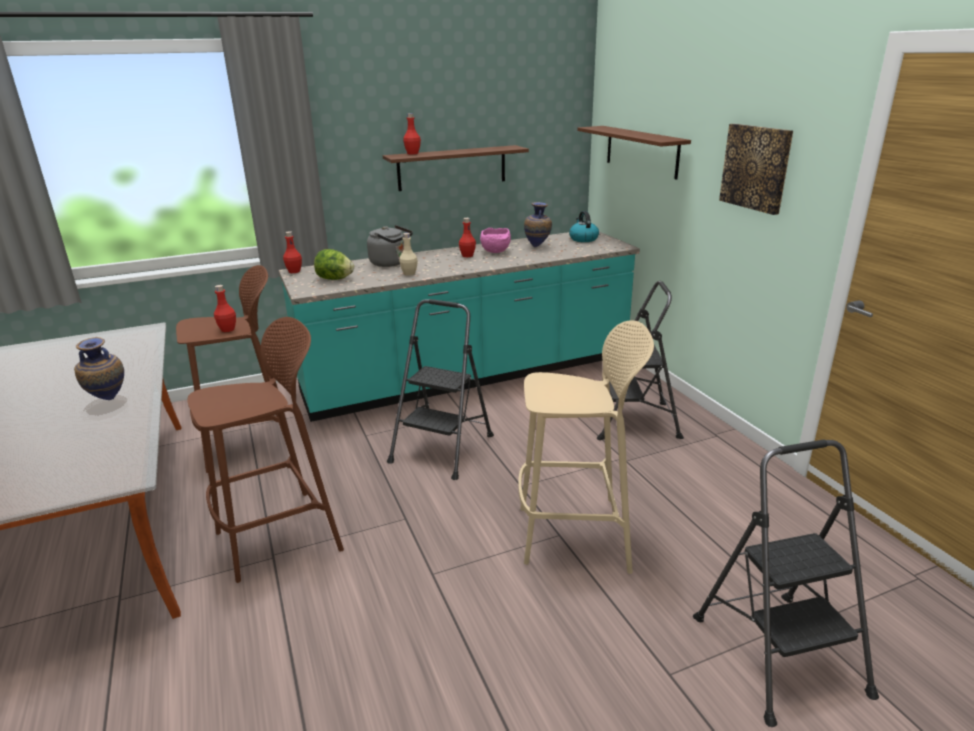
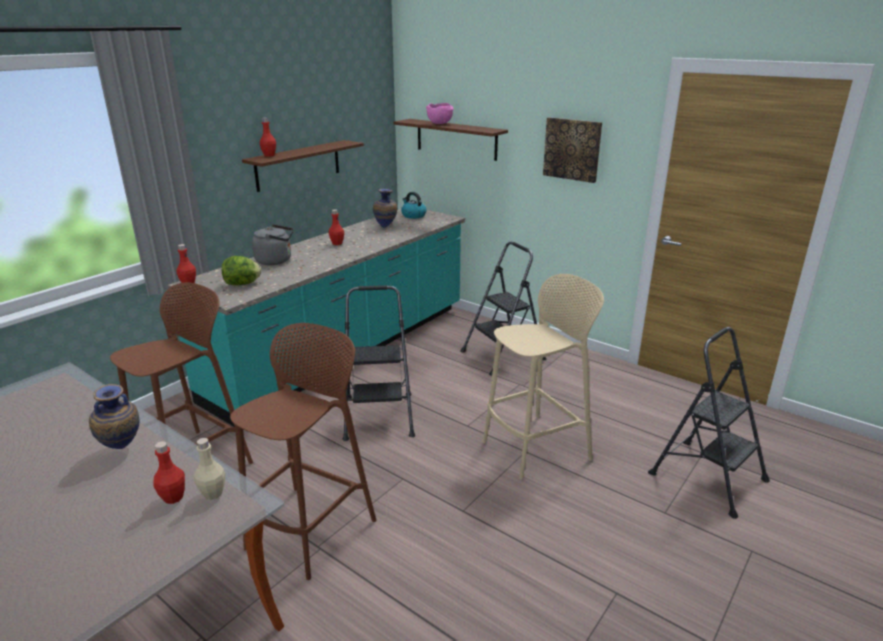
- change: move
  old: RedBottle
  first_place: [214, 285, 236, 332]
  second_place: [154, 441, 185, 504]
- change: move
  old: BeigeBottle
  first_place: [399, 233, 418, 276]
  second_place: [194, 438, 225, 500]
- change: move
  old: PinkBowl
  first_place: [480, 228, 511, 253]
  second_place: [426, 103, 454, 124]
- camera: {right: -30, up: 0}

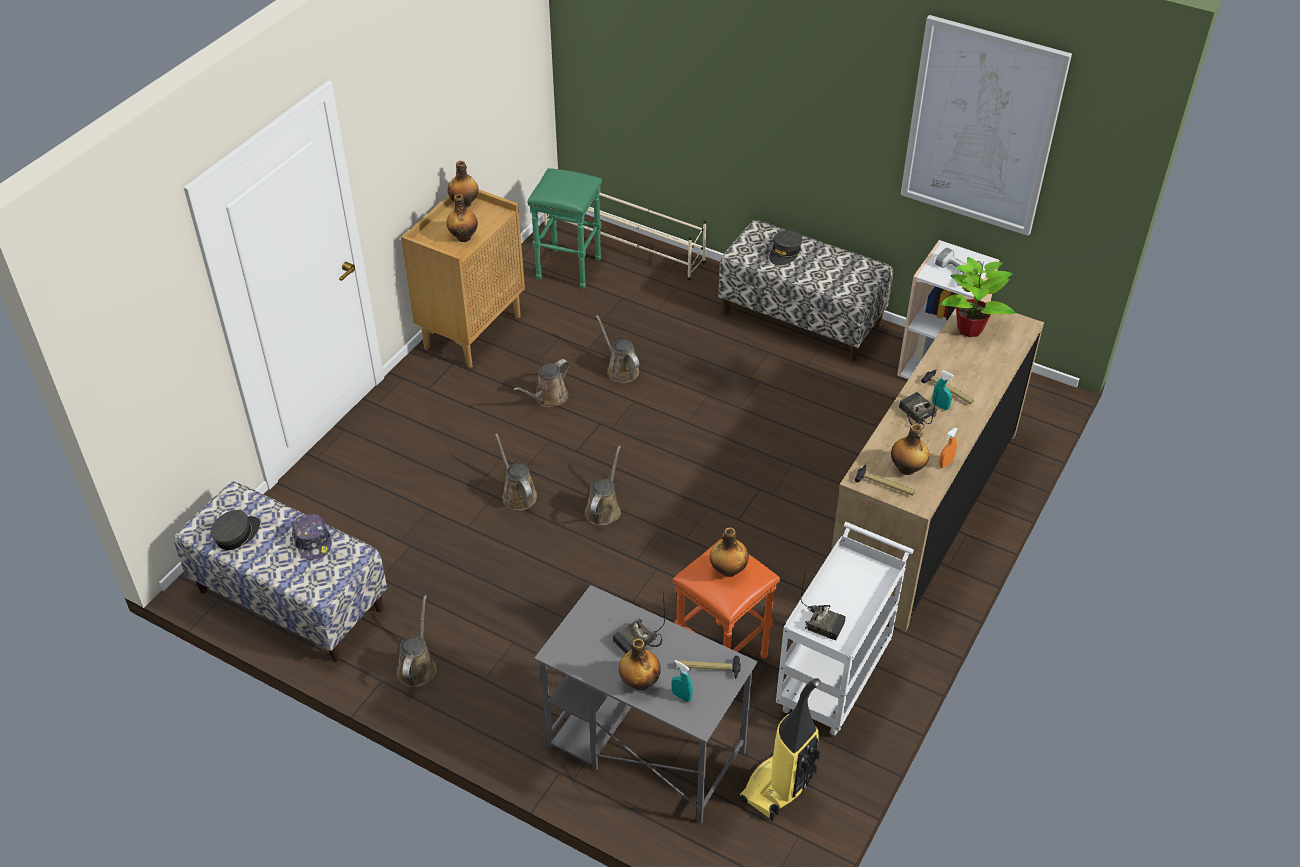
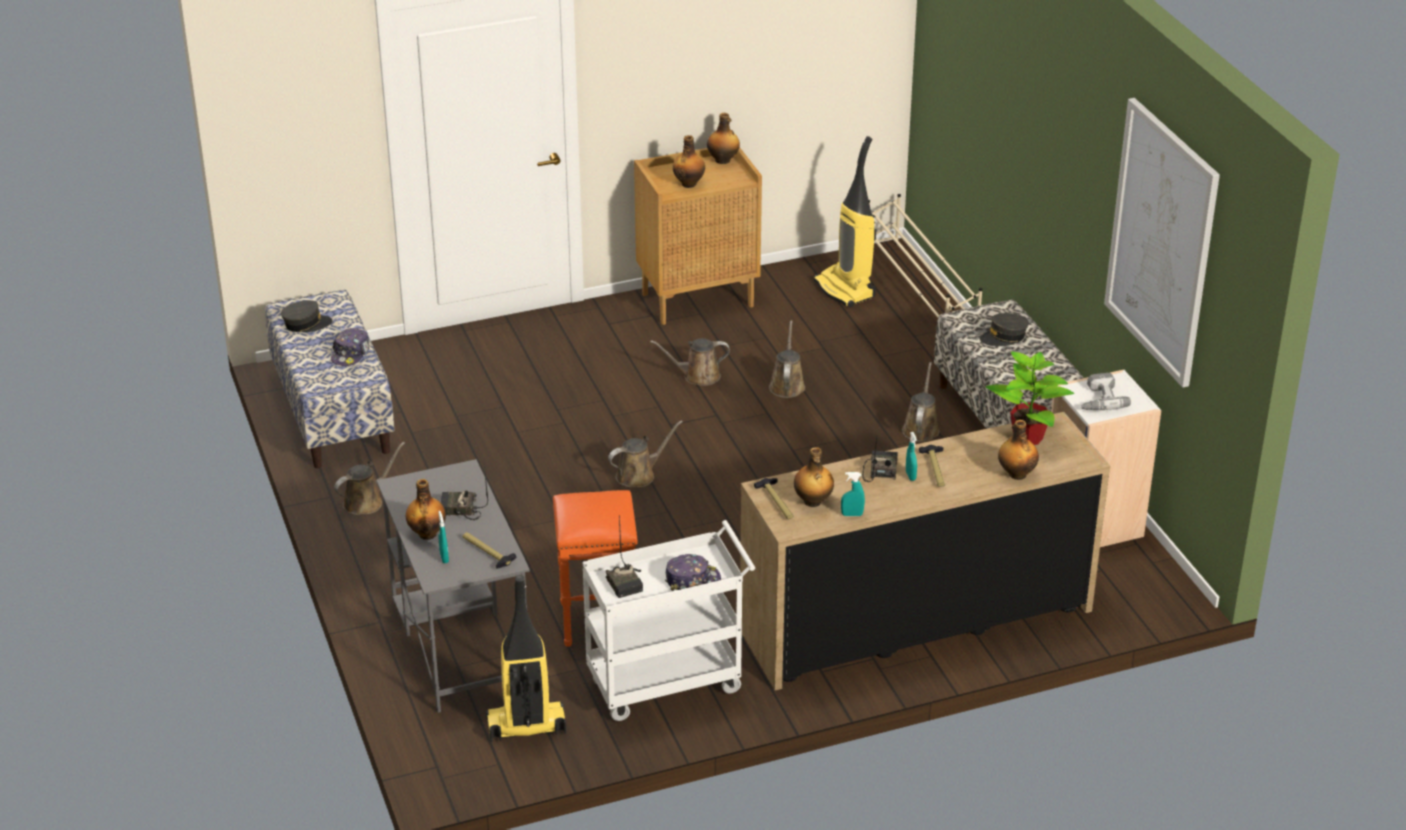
- change: move
  old: BrownWateringCan
  first_place: [495, 433, 537, 510]
  second_place: [902, 362, 939, 442]
- change: replace
  old: GreenStool
  new: VacuumCleaner
  first_place: [528, 168, 602, 289]
  second_place: [814, 136, 876, 308]
- change: move
  old: Bottle
  first_place: [710, 527, 749, 577]
  second_place: [998, 420, 1039, 480]
- change: recolor
  old: OrangeSprayBottle
  new: TurquoiseSprayBottle
  first_place: [939, 428, 958, 468]
  second_place: [841, 472, 865, 516]
- change: insert
  new: Cap
  second_place: [665, 554, 721, 591]
- camera: {right: 40, up: -10}

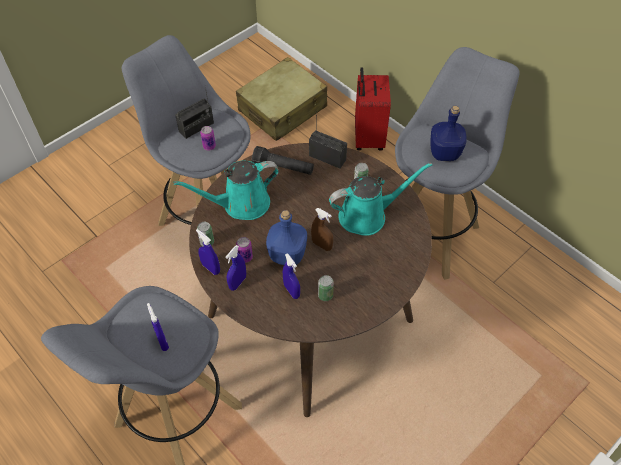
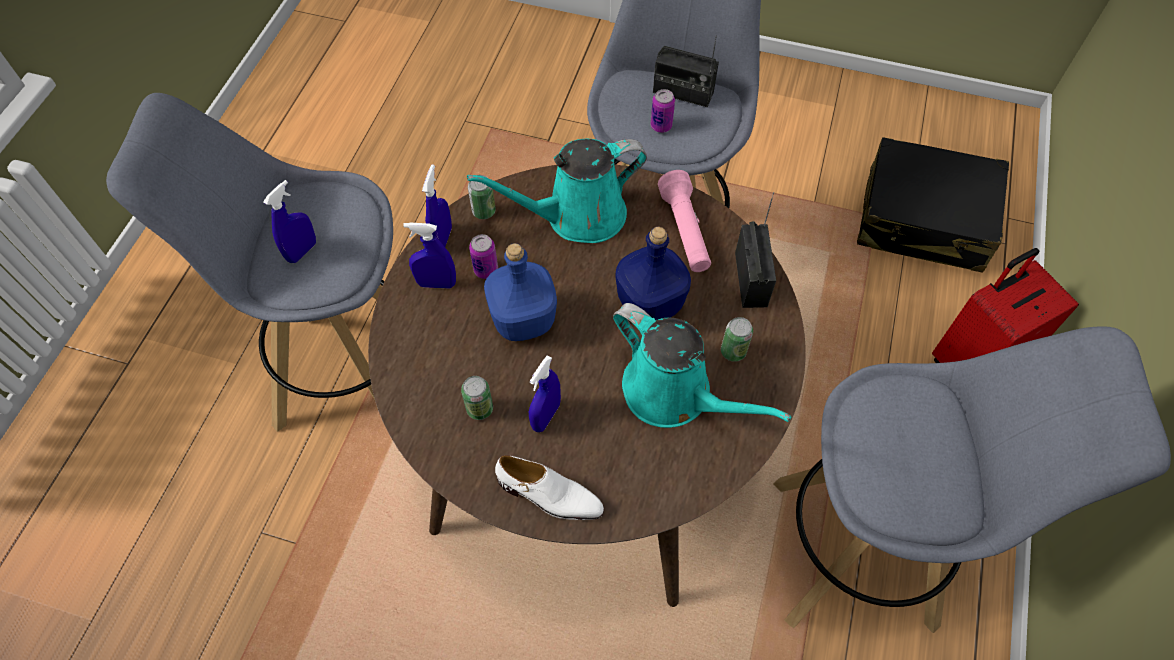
- change: rotate
  old: TurquoiseWateringCan
  first_place: [173, 161, 279, 220]
  second_place: [467, 139, 647, 243]
  degrees: -60
- change: recolor
  old: BeigeSuitcase
  new: BlackSuitcase
  first_place: [236, 57, 327, 141]
  second_place: [857, 137, 1009, 273]
- change: recolor
  old: BlackFlashlight
  new: PinkFlashlight
  first_place: [252, 146, 314, 175]
  second_place: [658, 170, 711, 272]
- change: move
  old: BlueSprayBottle
  first_place: [283, 253, 300, 299]
  second_place: [529, 355, 561, 432]
- change: delete
  old: BrownSprayBottle
  first_place: [311, 208, 333, 251]
- change: move
  old: BlueBottle
  first_place: [430, 106, 467, 161]
  second_place: [615, 227, 691, 320]
- change: insert
  new: WhiteShoe
  second_place: [495, 455, 604, 520]
- camera: {right: 60, up: 5}

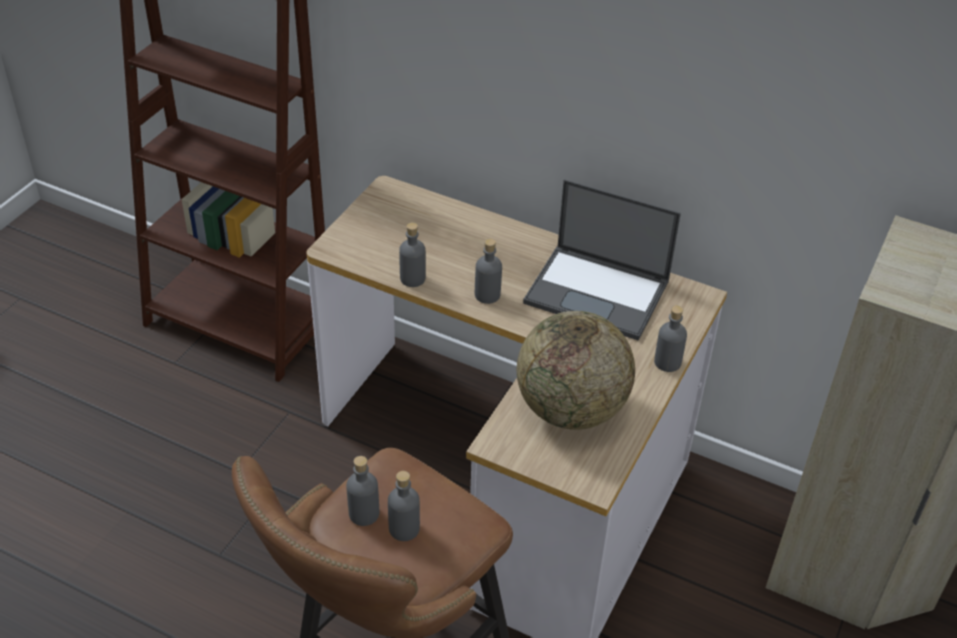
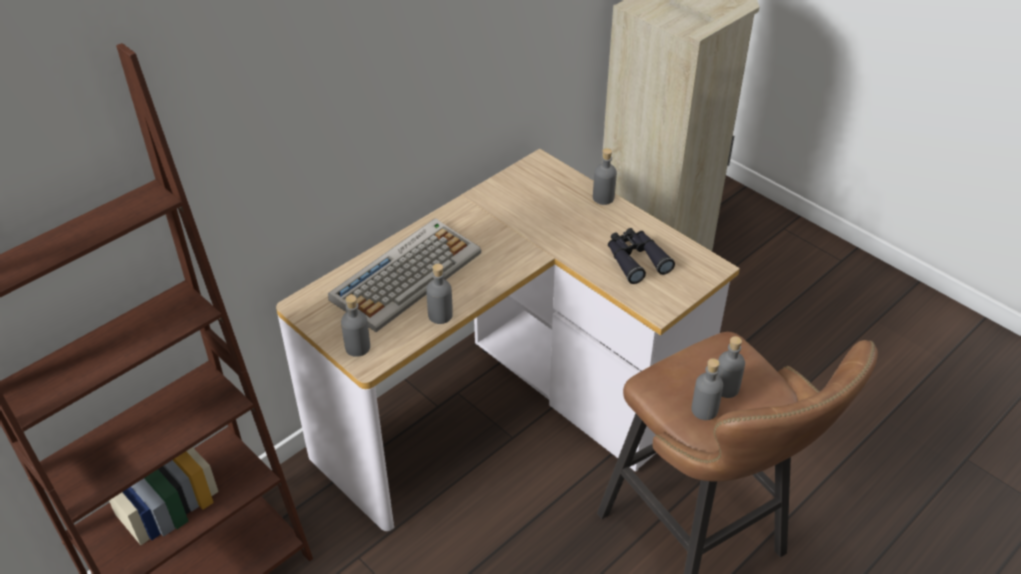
- change: move
  old: GreyBottle
  first_place: [475, 238, 502, 304]
  second_place: [341, 295, 370, 357]
- change: replace
  old: Globe
  new: BlackBinoculars
  first_place: [517, 311, 635, 430]
  second_place: [608, 228, 675, 284]
- change: delete
  old: Laptop
  first_place: [523, 179, 681, 341]
- change: insert
  new: Keyboard
  second_place: [328, 218, 481, 332]
- camera: {right: -70, up: 0}

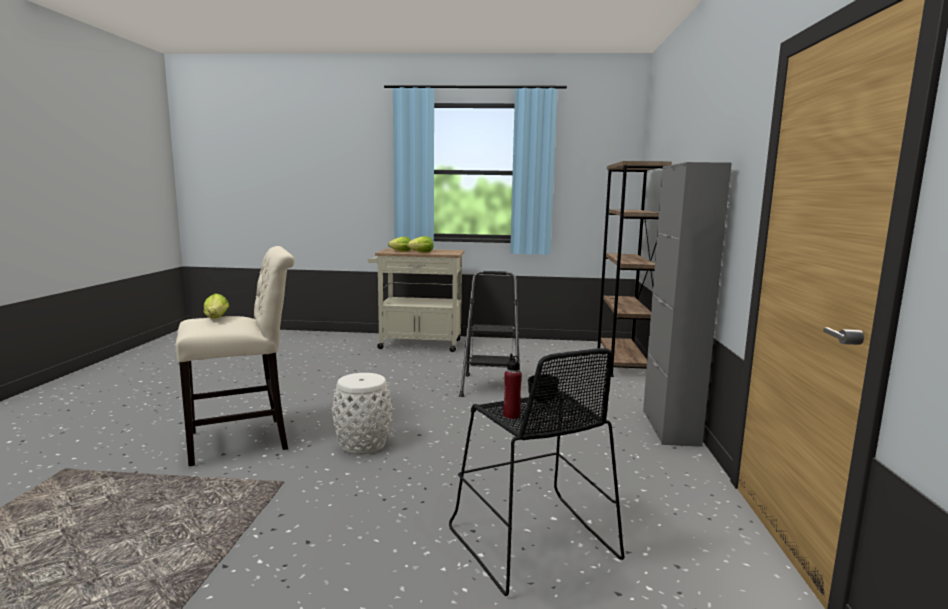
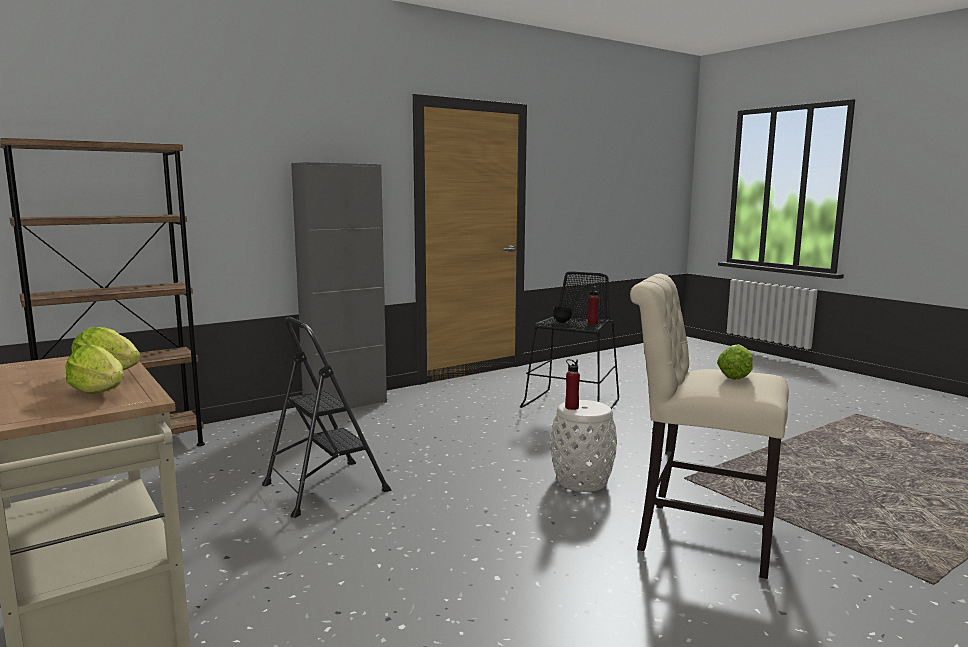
- change: insert
  new: RedBottle
  second_place: [565, 359, 580, 410]
- camera: {right: -130, up: 0}

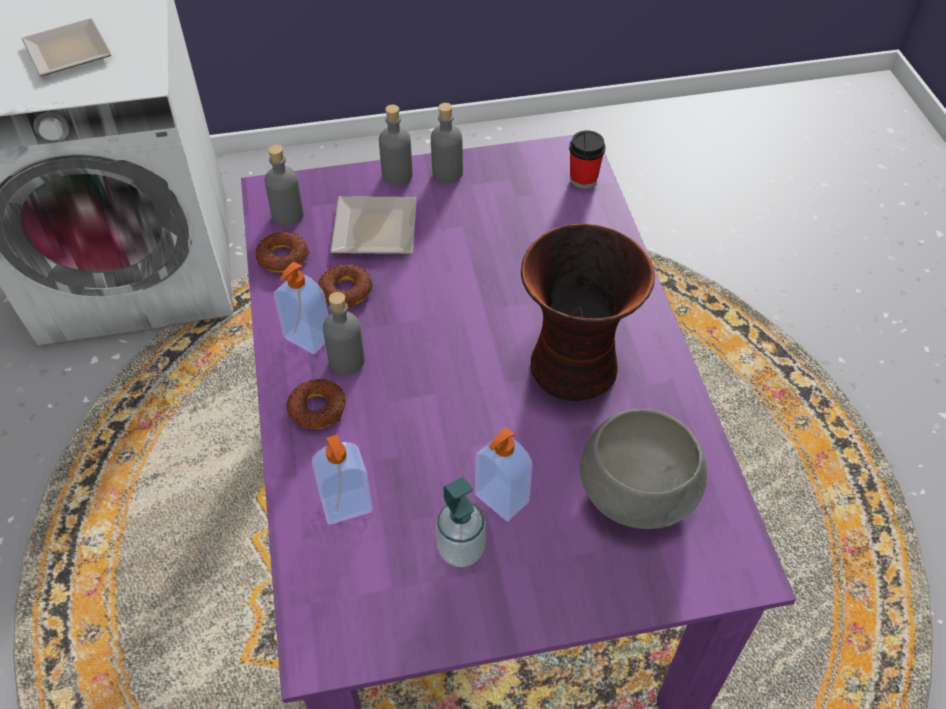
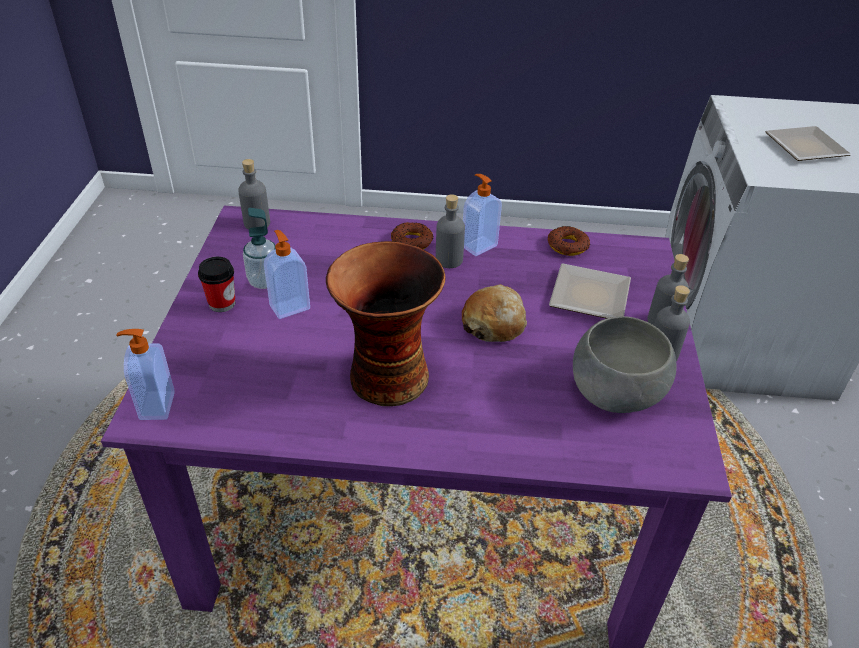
- change: move
  old: GreyBottle
  first_place: [265, 145, 304, 226]
  second_place: [238, 159, 270, 229]
- change: move
  old: SoapDispenser
  first_place: [312, 435, 373, 525]
  second_place: [116, 329, 175, 420]
- change: delete
  old: Donut
  first_place: [318, 264, 373, 308]
- change: move
  old: Cup
  first_place: [569, 130, 606, 189]
  second_place: [198, 257, 235, 312]
- change: move
  old: GreyBowl
  first_place: [580, 409, 707, 529]
  second_place: [573, 316, 676, 413]
- change: insert
  new: Bread
  second_place: [462, 284, 527, 342]
- camera: {right: 105, up: -10}

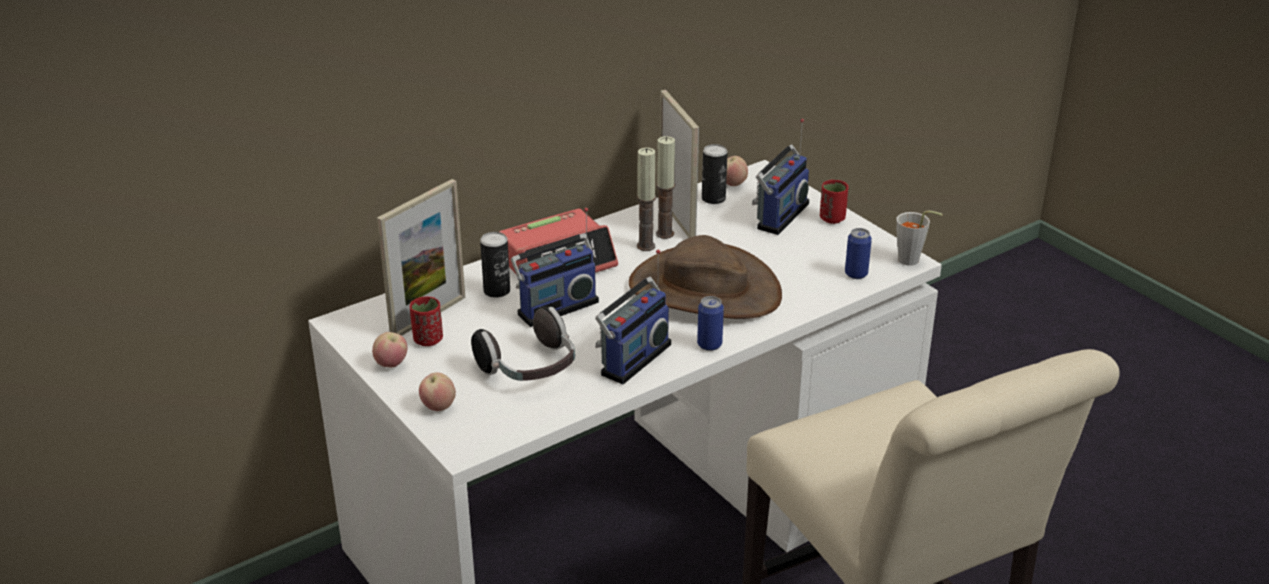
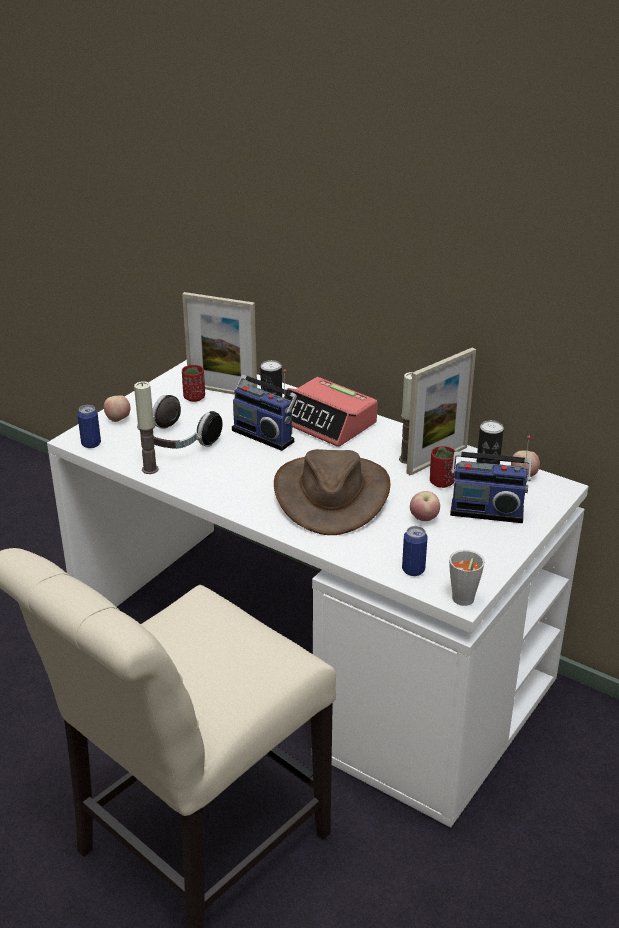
- change: move
  old: Apple
  first_place: [372, 332, 407, 368]
  second_place: [410, 491, 440, 521]
- change: delete
  old: Radio
  first_place: [595, 250, 671, 384]
- change: move
  old: Candle
  first_place: [637, 148, 656, 251]
  second_place: [134, 381, 159, 474]
- change: move
  old: Can
  first_place: [697, 296, 724, 351]
  second_place: [77, 405, 101, 448]
- change: move
  old: RedCup
  first_place: [820, 180, 848, 224]
  second_place: [430, 446, 456, 488]
- camera: {right: 70, up: 0}

